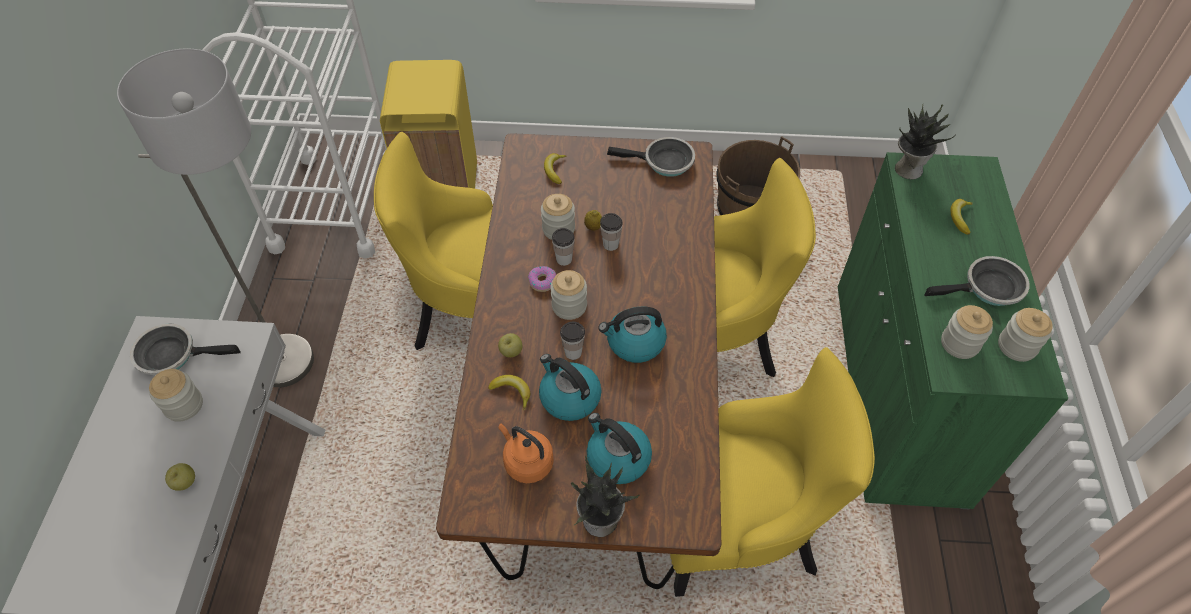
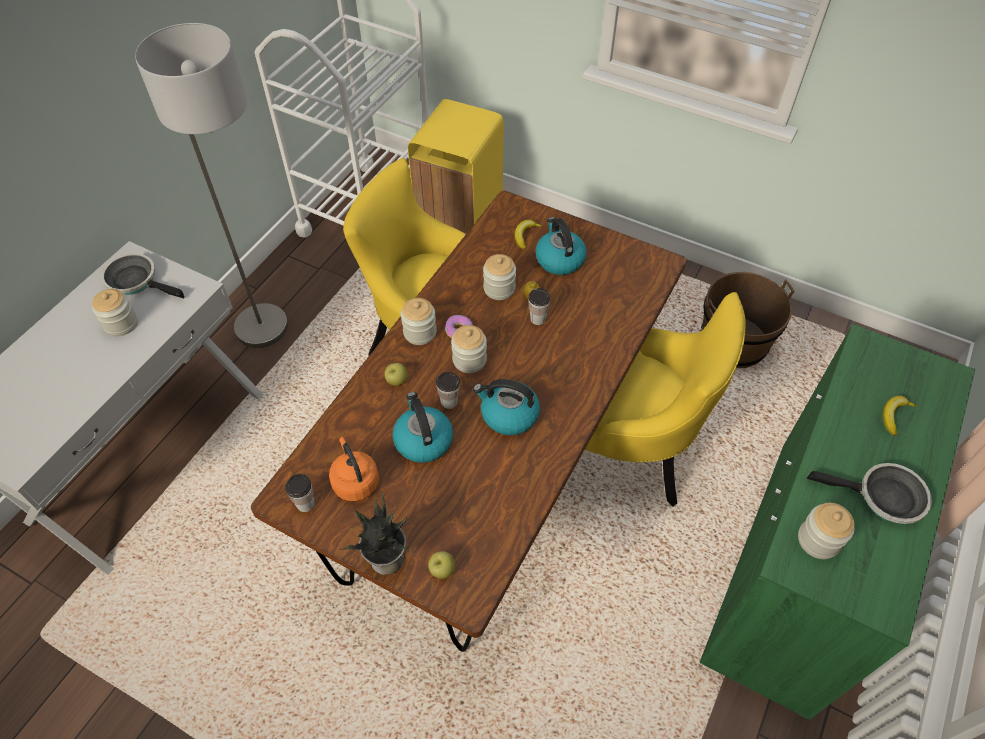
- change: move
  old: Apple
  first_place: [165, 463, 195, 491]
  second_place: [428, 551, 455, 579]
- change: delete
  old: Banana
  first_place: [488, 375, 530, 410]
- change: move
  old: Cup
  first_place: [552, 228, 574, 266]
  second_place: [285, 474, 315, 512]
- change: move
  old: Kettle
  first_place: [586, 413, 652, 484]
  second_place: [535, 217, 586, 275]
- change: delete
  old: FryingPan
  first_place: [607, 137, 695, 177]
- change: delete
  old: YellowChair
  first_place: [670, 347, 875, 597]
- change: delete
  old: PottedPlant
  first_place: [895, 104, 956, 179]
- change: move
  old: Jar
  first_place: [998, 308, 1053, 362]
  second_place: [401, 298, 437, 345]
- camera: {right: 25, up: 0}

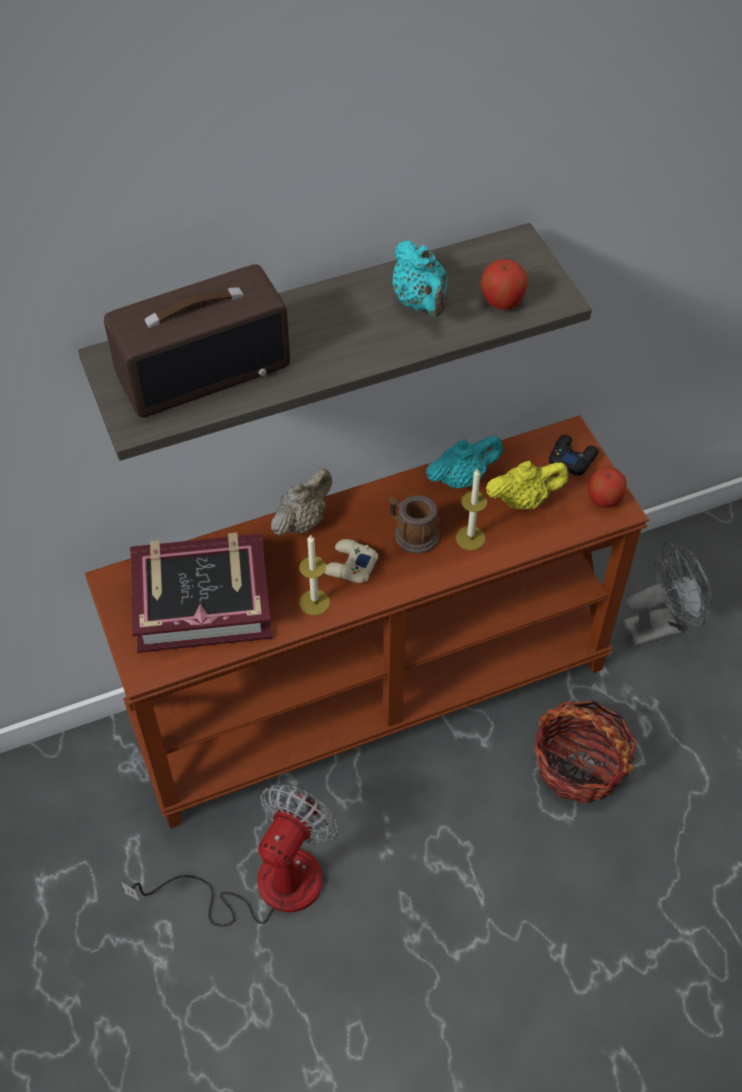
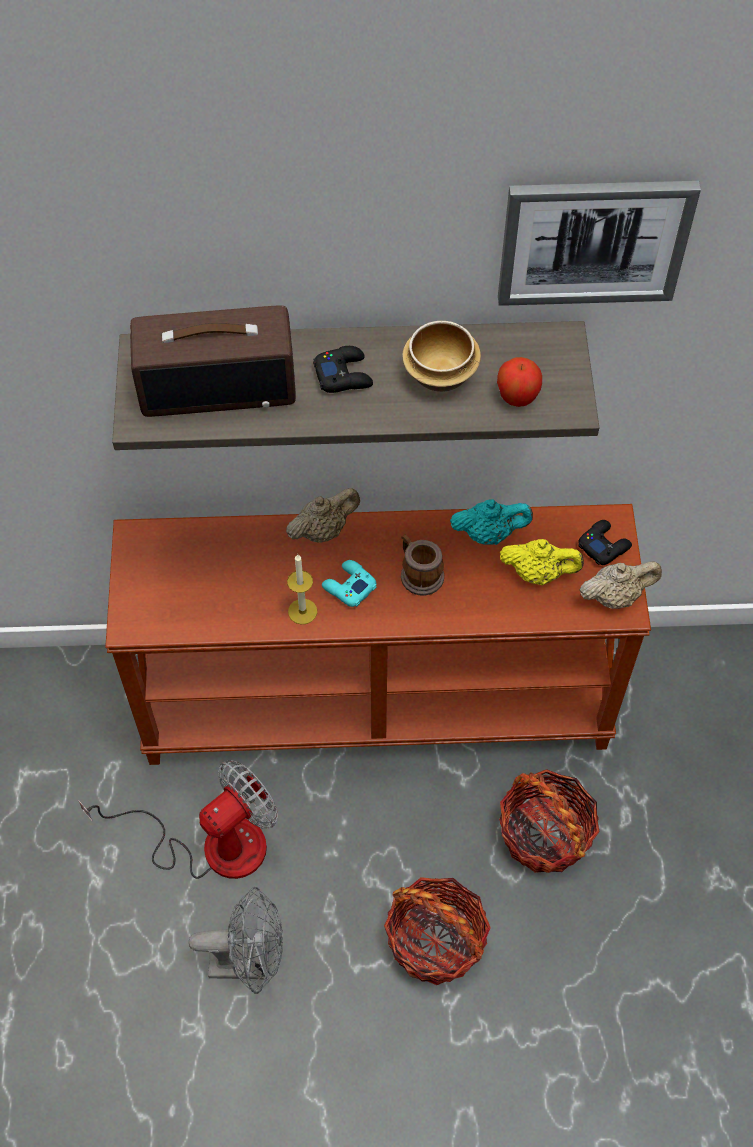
- change: delete
  old: Book
  first_place: [130, 533, 273, 653]
- change: recolor
  old: BeigeGameController
  new: TurquoiseGameController
  first_place: [324, 539, 378, 583]
  second_place: [322, 560, 377, 607]
- change: replace
  old: TurquoiseTeapot
  new: Bowl
  first_place: [392, 240, 448, 316]
  second_place: [402, 321, 481, 392]
- change: delete
  old: Candle
  first_place: [456, 469, 488, 550]
- change: replace
  old: Apple
  new: BeigeTeapot
  first_place: [588, 467, 627, 508]
  second_place: [579, 561, 662, 609]
- change: move
  old: GreyFan
  first_place: [623, 541, 712, 647]
  second_place: [189, 887, 283, 994]
- change: insert
  new: BlackGameController
  second_place: [313, 346, 373, 393]
- change: insert
  new: Basket
  second_place: [384, 877, 491, 985]
- change: insert
  new: Picture
  second_place: [498, 181, 701, 306]
- camera: {right: 20, up: 5}

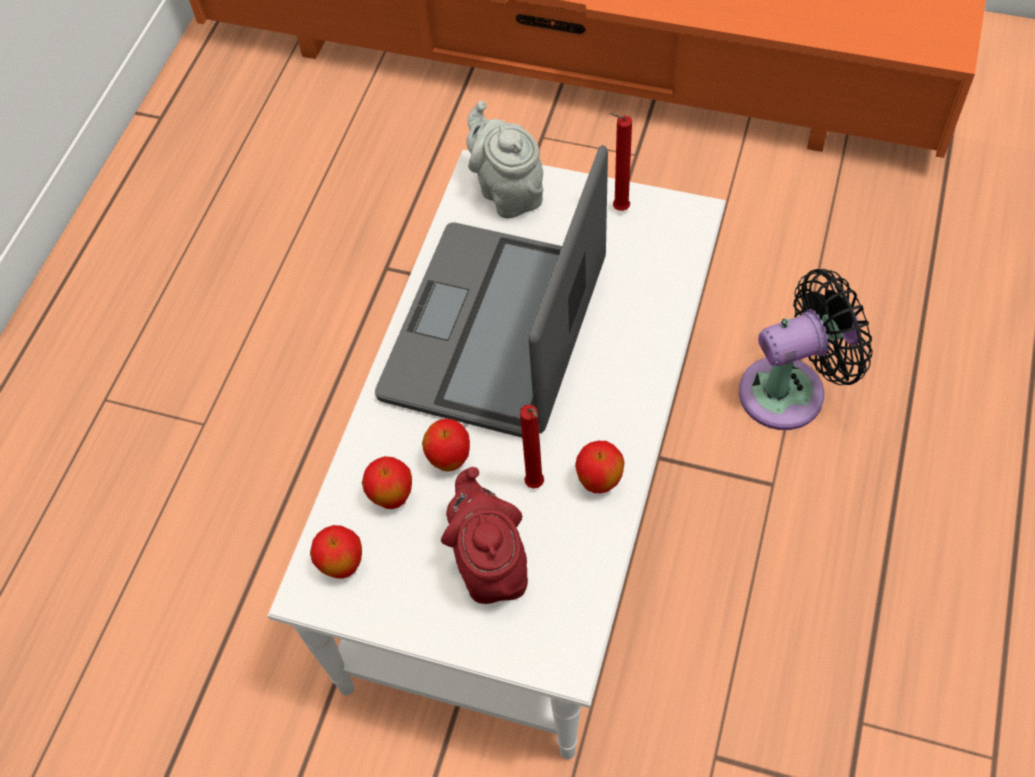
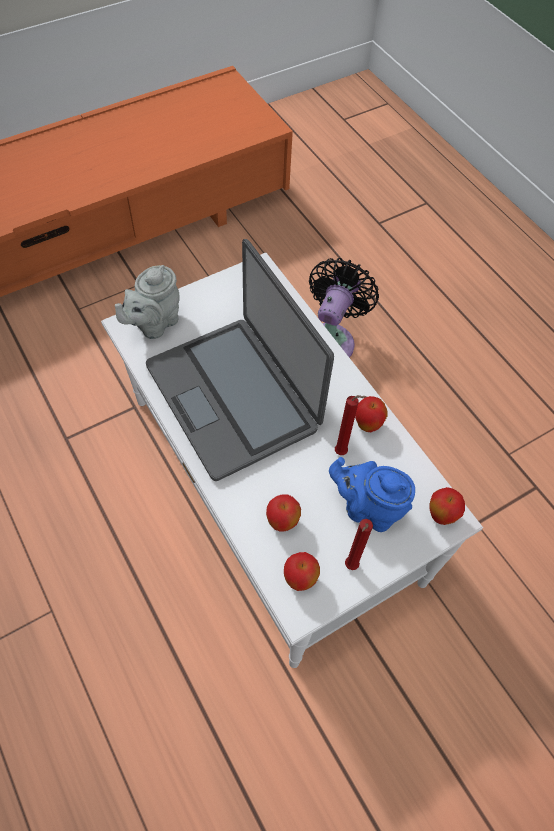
- change: move
  old: Apple
  first_place: [422, 418, 470, 472]
  second_place: [430, 487, 465, 525]
- change: recolor
  old: RedTeapot
  new: BlueTeapot
  first_place: [441, 467, 528, 604]
  second_place: [329, 457, 415, 532]
- change: rotate
  old: GreyTeapot
  first_place: [466, 101, 543, 218]
  second_place: [115, 265, 180, 339]
  degrees: -60
- change: move
  old: RedCandle
  first_place: [609, 113, 632, 211]
  second_place: [345, 519, 373, 570]
- camera: {right: -55, up: 0}

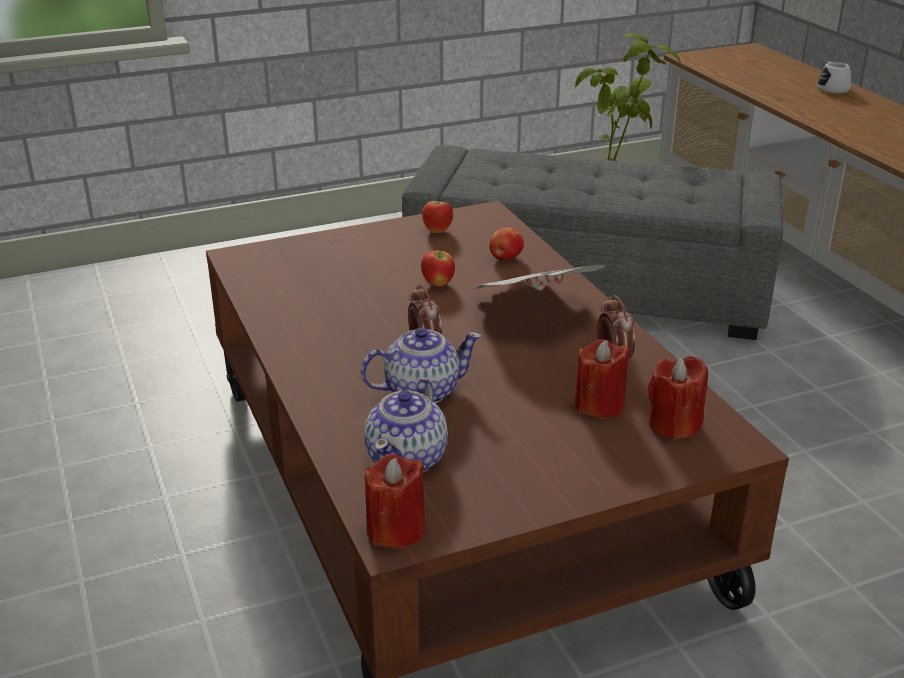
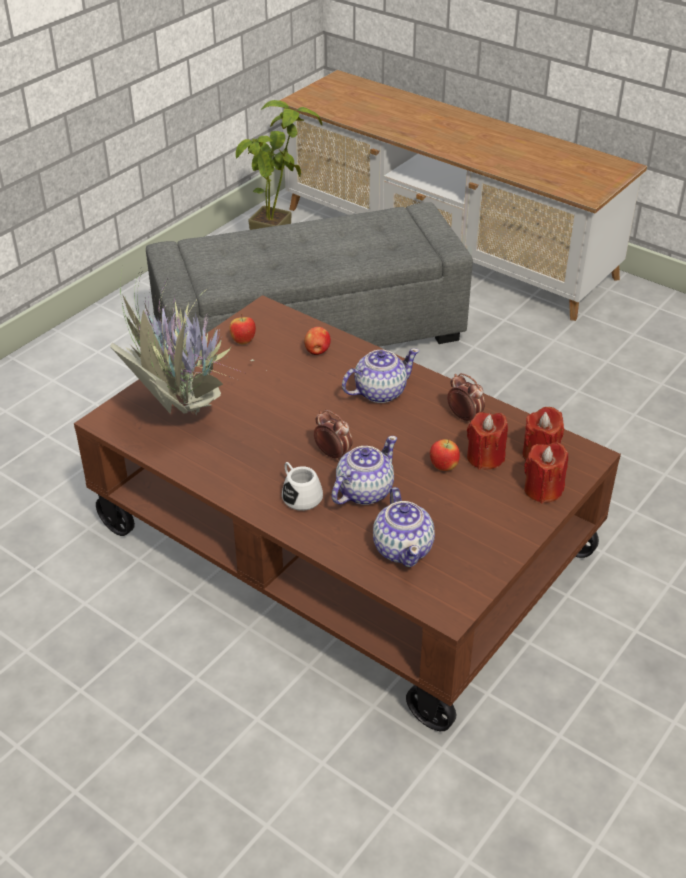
- change: move
  old: RedCandle
  first_place: [365, 454, 426, 549]
  second_place: [524, 442, 568, 503]
- change: move
  old: Apple
  first_place: [421, 248, 455, 286]
  second_place: [430, 439, 460, 471]
- change: replace
  old: Newspaper
  new: Teapot
  first_place: [474, 265, 606, 291]
  second_place: [342, 348, 419, 403]
- change: move
  old: WhiteMug
  first_place: [817, 61, 852, 93]
  second_place: [282, 462, 323, 511]
- change: insert
  new: PottedPlant
  second_place: [110, 265, 254, 416]
- camera: {right: -30, up: 10}

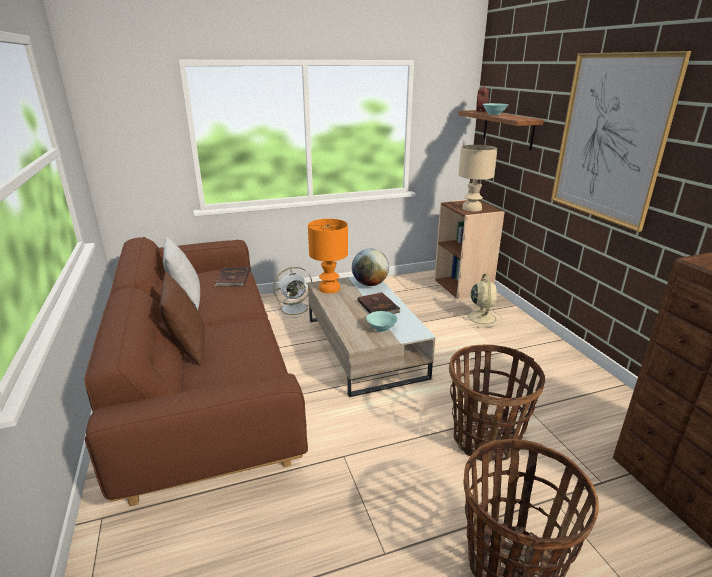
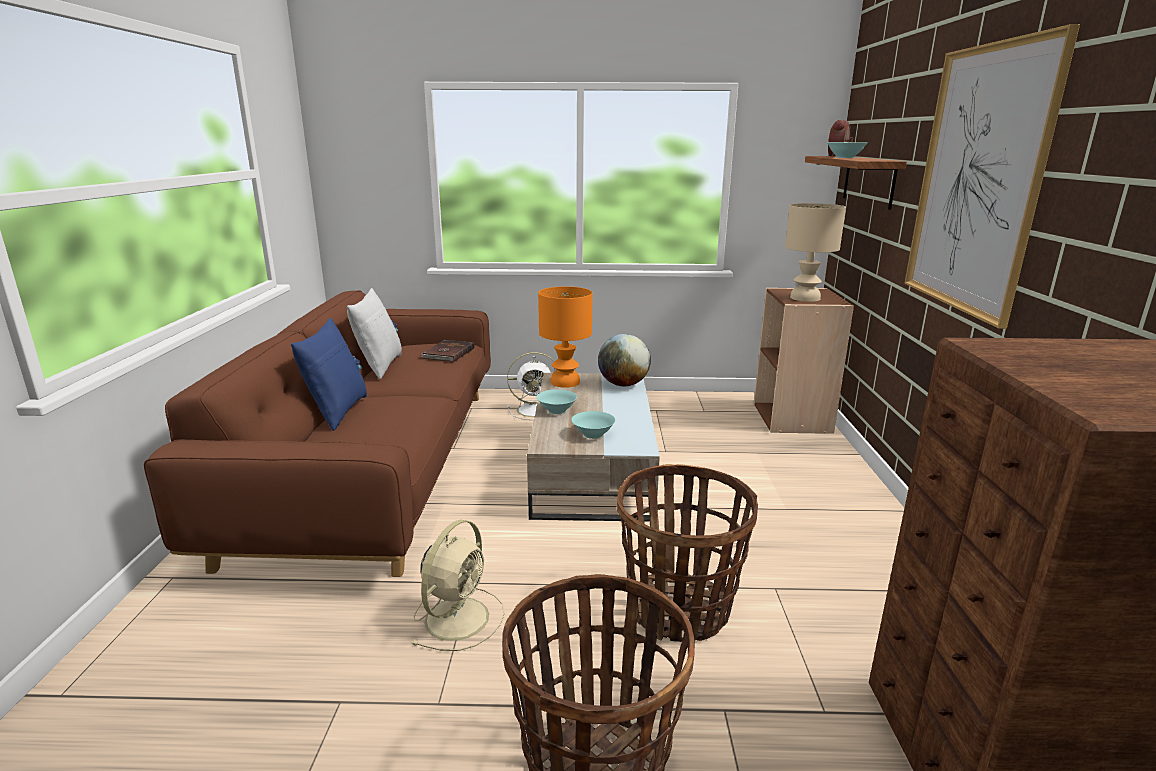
- change: recolor
  old: BrownPillow
  new: BluePillow
  first_place: [160, 273, 205, 365]
  second_place: [291, 318, 367, 431]
- change: delete
  old: BrownBook
  first_place: [358, 292, 400, 314]
- change: move
  old: BeigeFan
  first_place: [461, 273, 502, 328]
  second_place: [411, 520, 505, 651]
- change: insert
  new: TurquoiseBowl
  second_place: [537, 389, 577, 414]
- camera: {right: 20, up: -5}

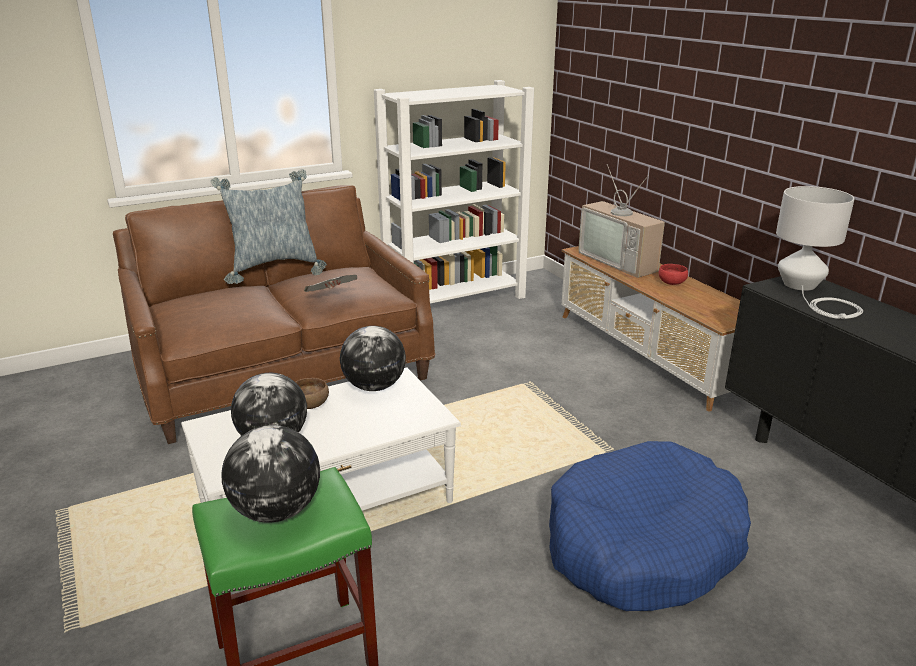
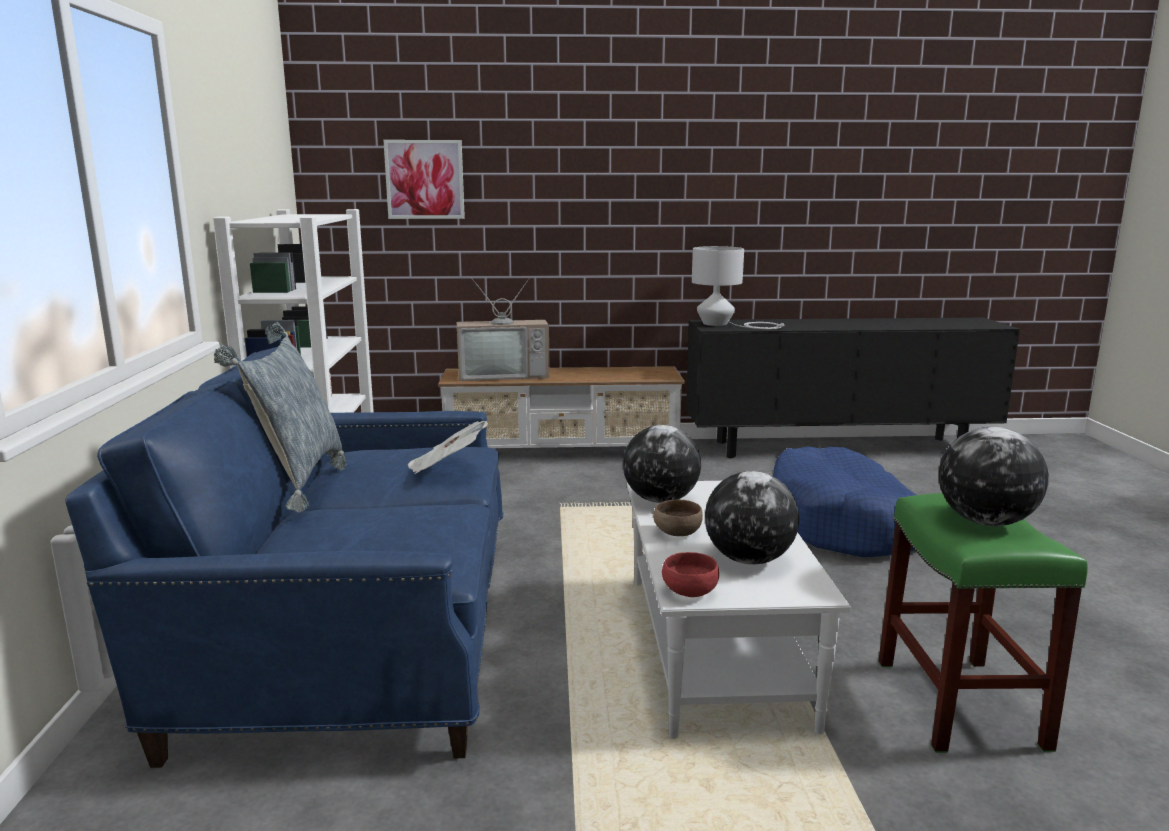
- change: recolor
  old: BrownSofa
  new: BlueSofa
  first_place: [113, 185, 436, 444]
  second_place: [65, 346, 504, 768]
- change: move
  old: RedBowl
  first_place: [658, 264, 688, 285]
  second_place: [662, 552, 719, 597]
- change: insert
  new: Picture
  second_place: [383, 140, 465, 219]
- camera: {right: -65, up: -10}

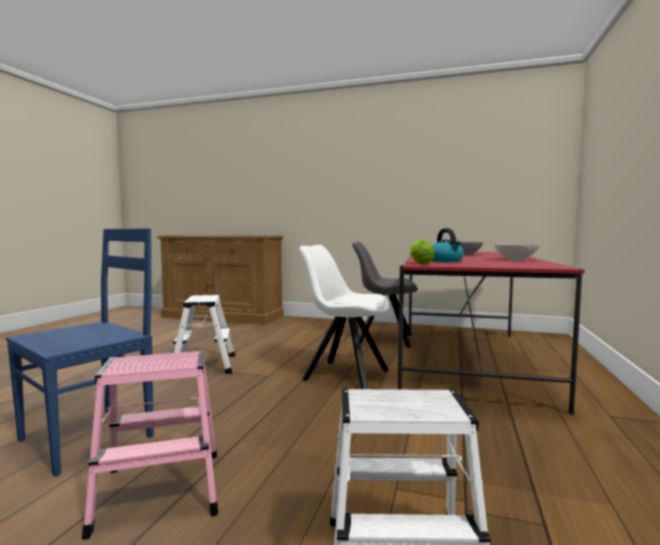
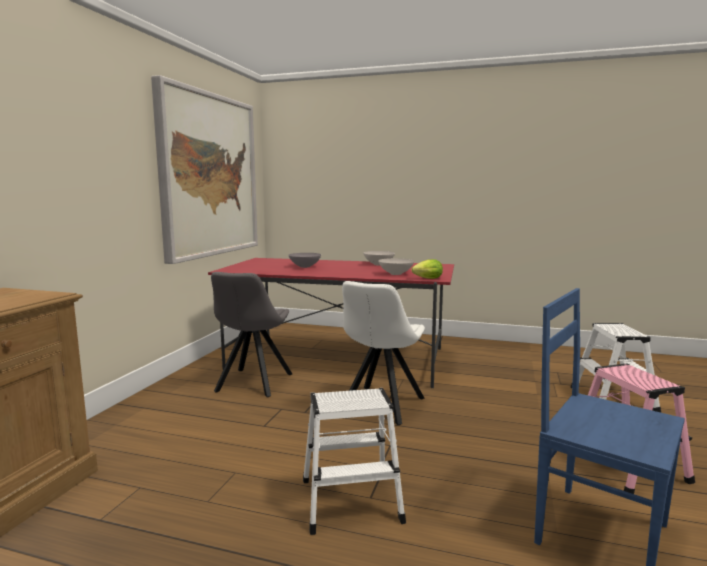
- change: replace
  old: Kettle
  new: WhiteBowl
  first_place: [432, 228, 464, 262]
  second_place: [378, 258, 414, 275]
- change: insert
  new: Picture
  second_place: [151, 75, 258, 264]
- camera: {right: -90, up: 5}

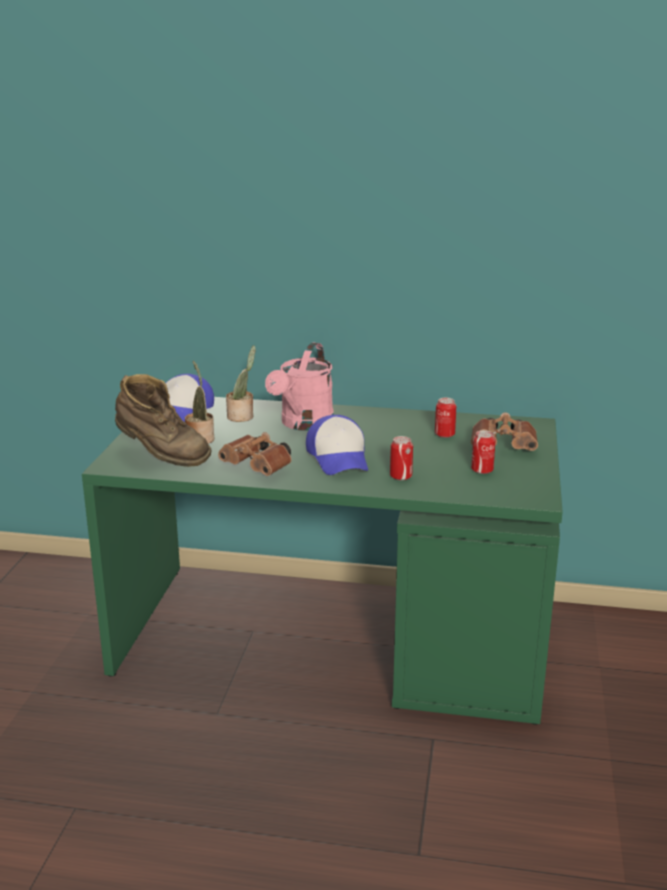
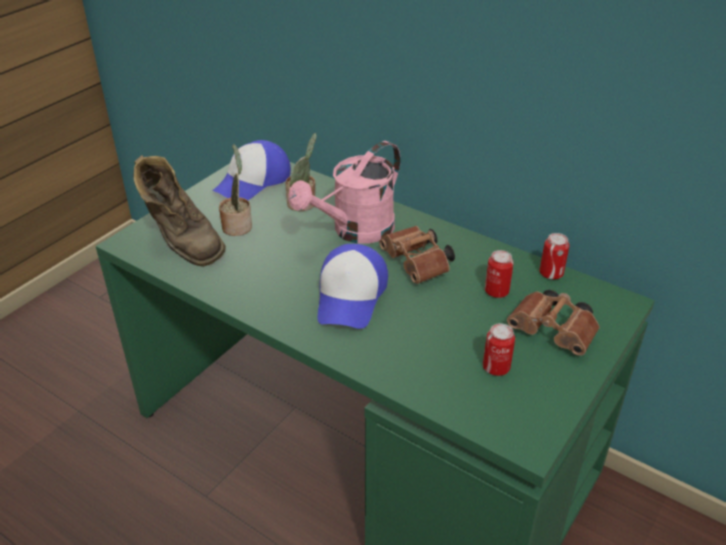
- change: move
  old: BrownBinoculars
  first_place: [218, 432, 291, 476]
  second_place: [379, 226, 455, 284]
- change: move
  old: Can
  first_place: [390, 436, 413, 480]
  second_place: [540, 233, 570, 279]
- camera: {right: 25, up: 15}

